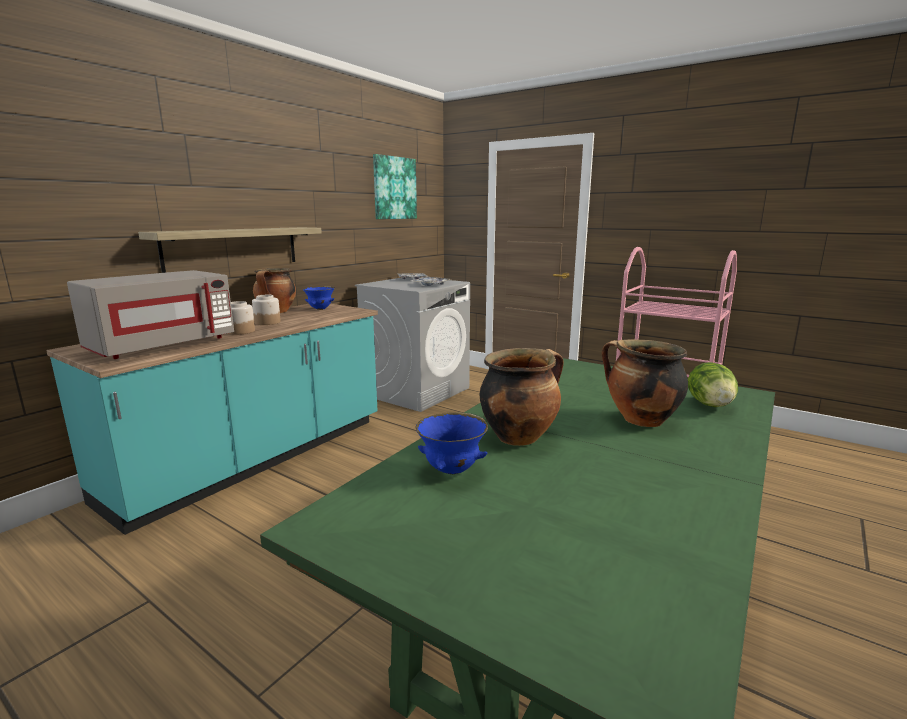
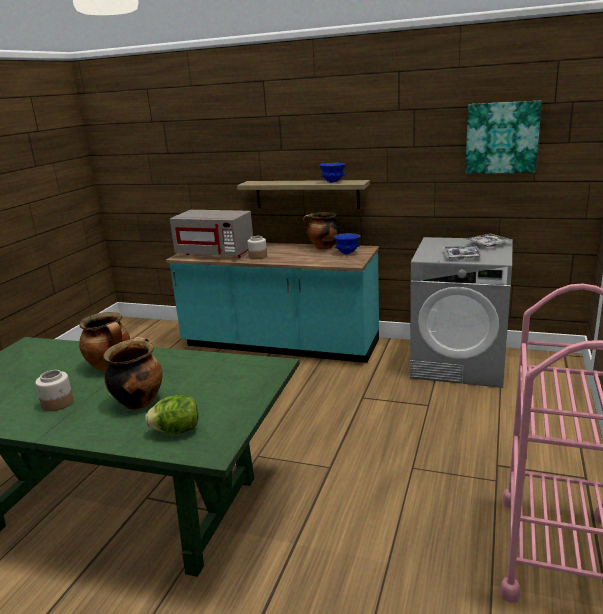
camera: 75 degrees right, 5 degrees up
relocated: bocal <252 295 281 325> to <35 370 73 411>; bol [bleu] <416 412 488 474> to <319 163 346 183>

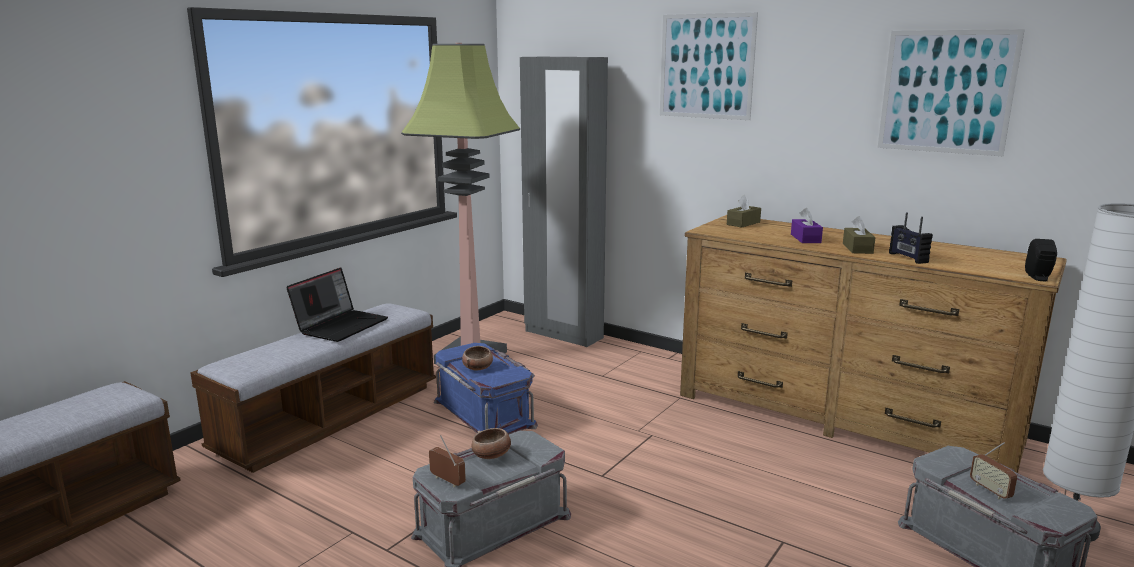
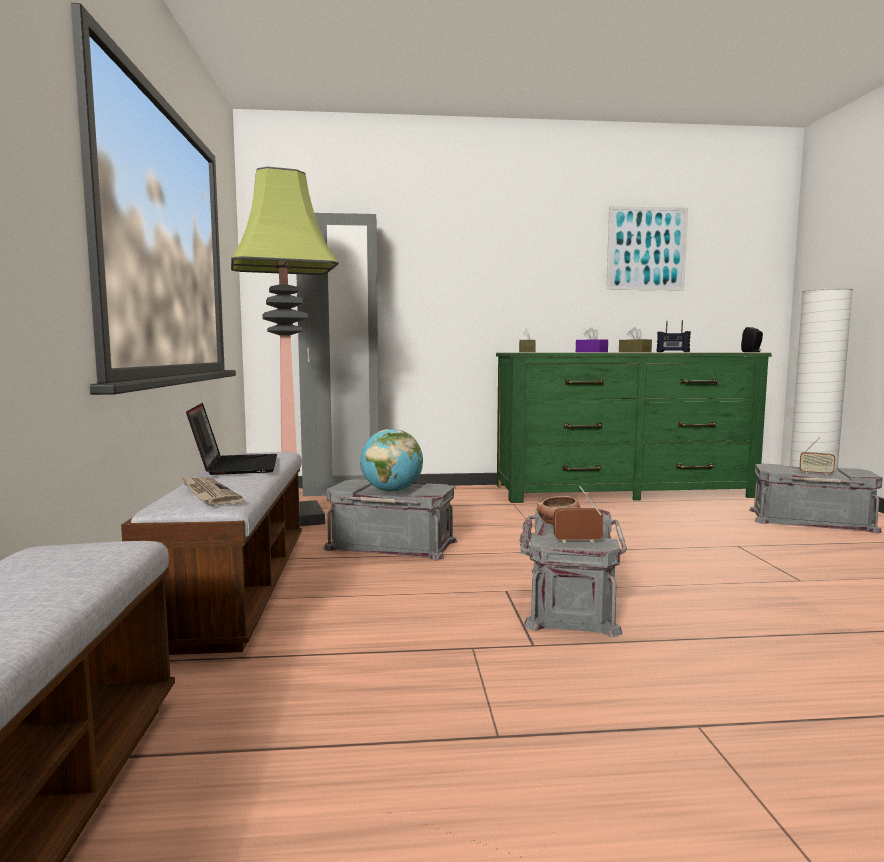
camera: 40 degrees left, 10 degrees down
missing: tableau <660 12 758 120>
appeared: journal <181 477 244 505>
exchanged: bol <462 346 493 371> to globe <360 429 423 492>
colour: commode [marron] <680 215 1067 473> to commode [vert] <496 353 772 503>; boîte de rangement [bleu] <434 343 538 435> to boîte de rangement [gris] <324 479 457 561>

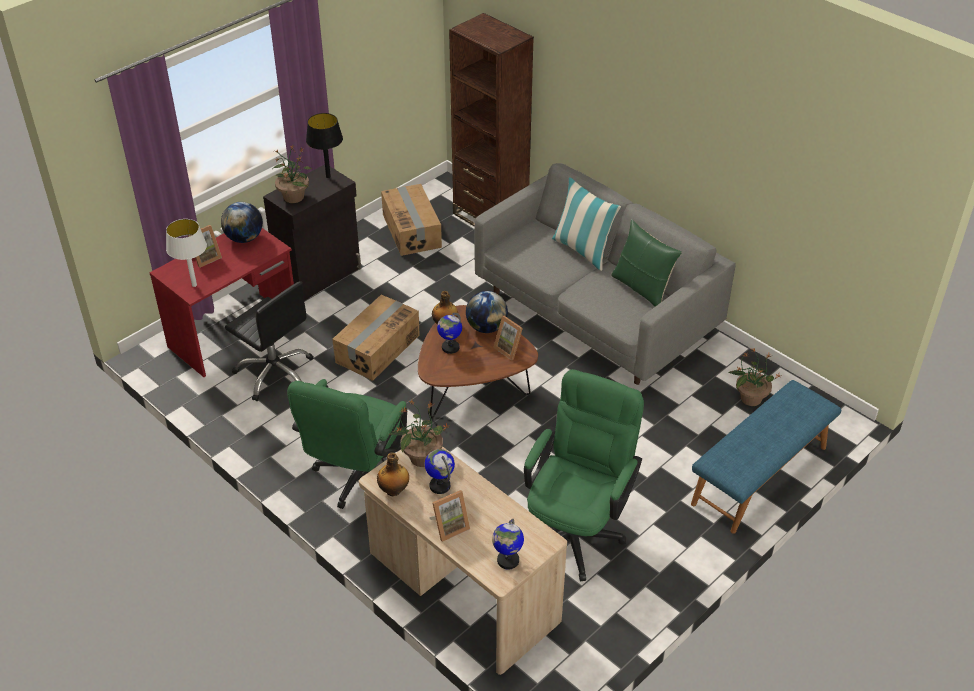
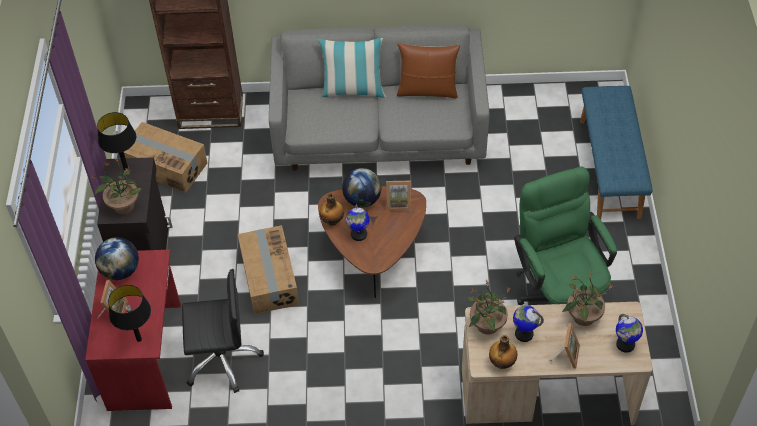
camera: 45 degrees left, 10 degrees up
missing: chaise de bureau [vert] <287 379 407 509>
relocated: plante en pot <728 347 782 406> to <562 271 612 326>
colour: lampe de table [blanc] <166 219 207 287> to lampe de table [noir] <108 285 151 342>; coussin [vert] <611 219 682 307> to coussin [marron] <397 43 460 98>

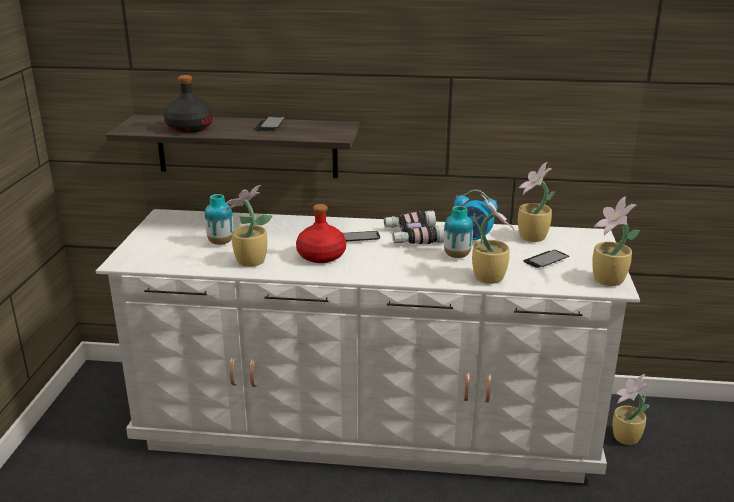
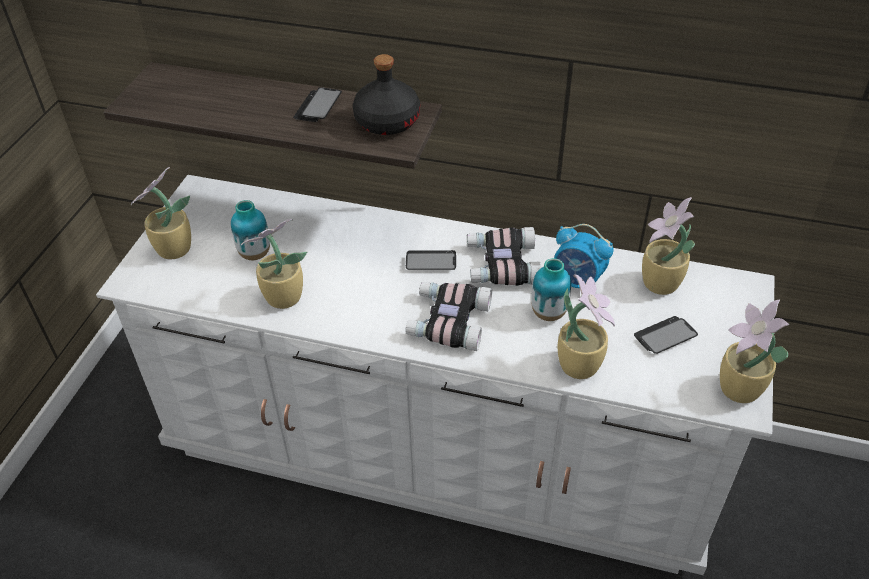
camera: 10 degrees right, 20 degrees up
missing: bouteille [rouge] <296 204 346 263>
appeared: jumelles <406 282 492 351>
relocated: bouteille [noir] <164 75 214 133> to <353 54 420 135>; plante en pot <613 374 649 445> to <131 167 191 259>

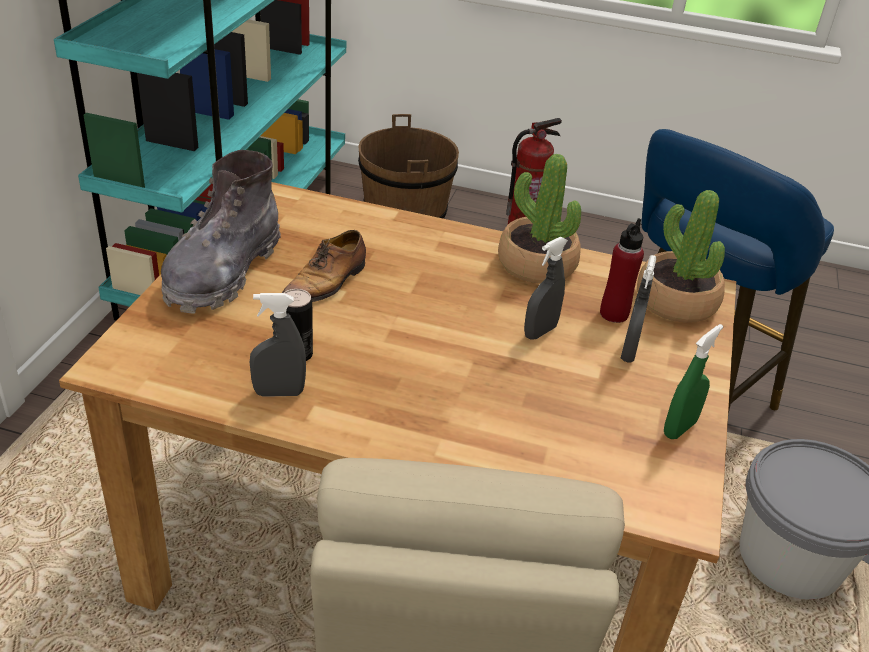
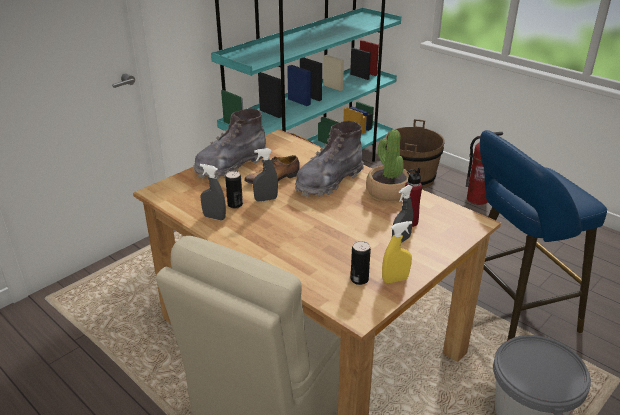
camera: 30 degrees right, 5 degrees down
missing: plante en pot <637 190 725 323>
appeared: botte [gris] <295 121 364 197>; boîte métallique <351 241 371 285>
relocated: vaporisateur [gris] <524 236 568 340> to <253 148 278 202>
colour: vaporisateur [vert] <664 324 723 439> to vaporisateur [jaune] <382 221 412 283>

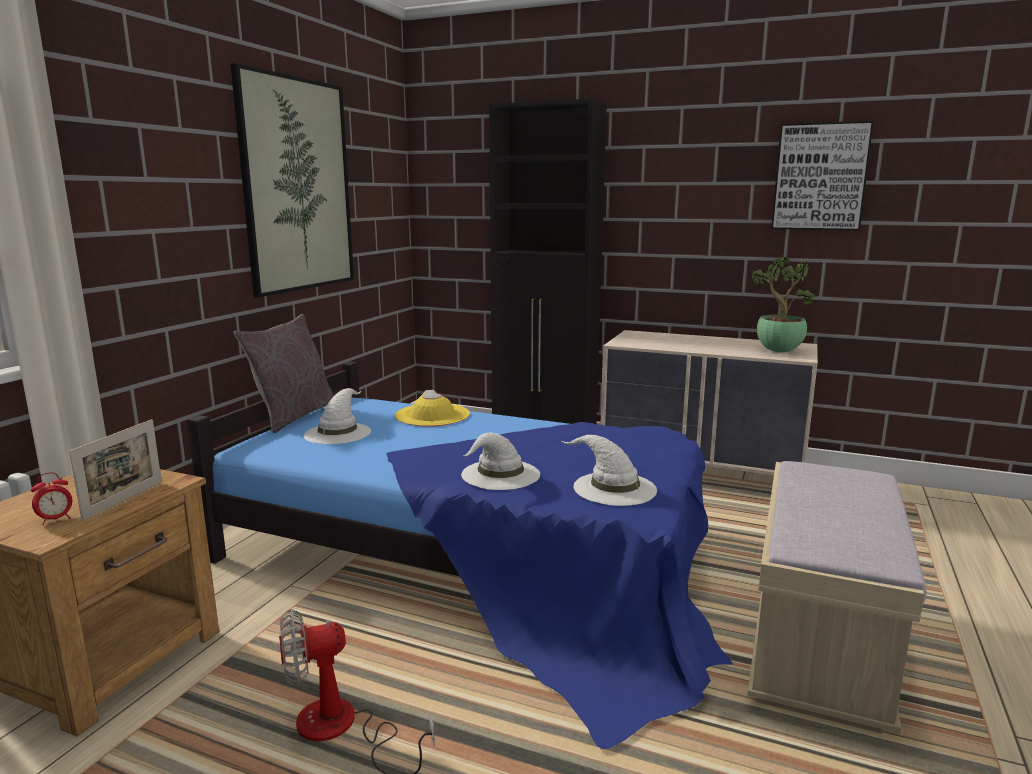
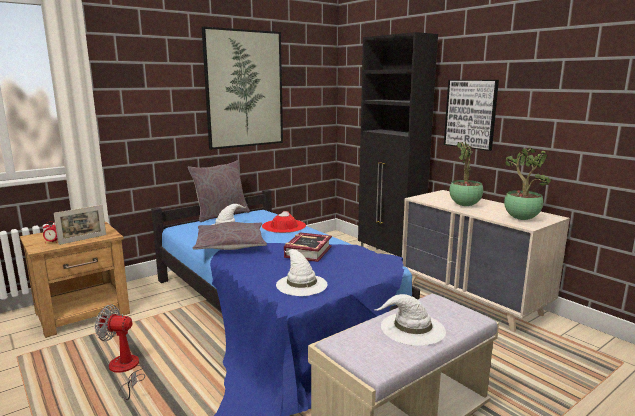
camera: 30 degrees right, 0 degrees up
appeared: plante en pot <450 142 483 206>; coussin [gris] <193 222 267 250>; livre <284 232 332 262>
relocated: tableau <771 121 874 230> to <444 80 499 151>; chapeau [blanc] <461 433 540 490> to <375 294 446 346>
colour: chapeau [jaune] <395 390 470 427> to chapeau [rouge] <262 211 306 233>

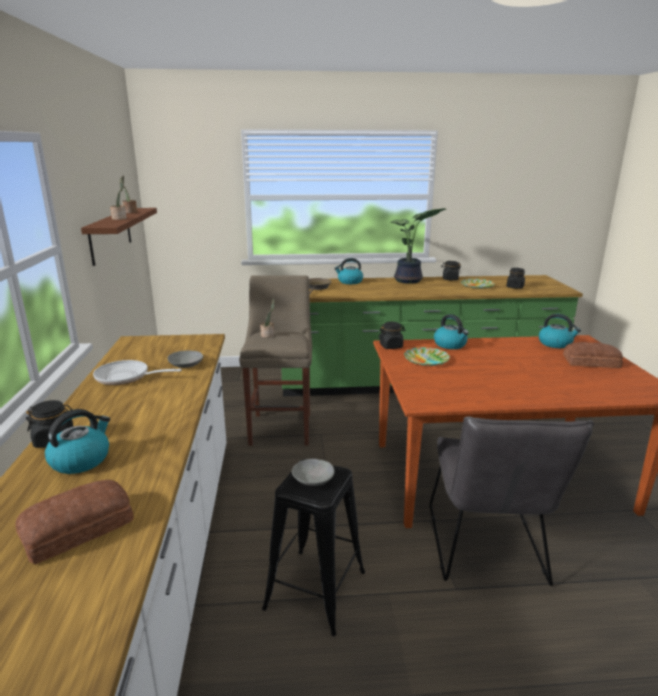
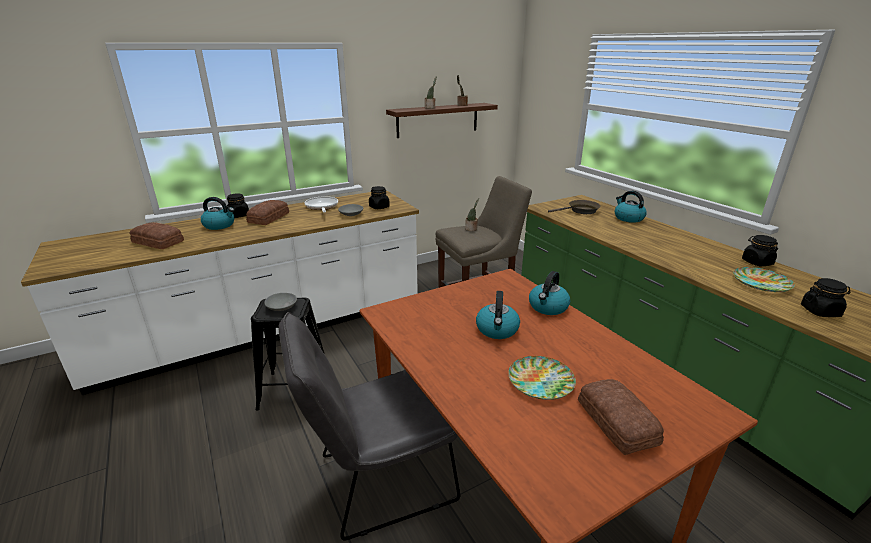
camera: 65 degrees right, 5 degrees up
missing: plante en pot <390 208 446 284>
appeared: pain <246 200 289 225>
relocated: bouilloire <539 314 581 348> to <476 291 520 339>; bocal [noir] <378 322 405 349> to <369 186 390 209>; assiette <404 347 450 366> to <508 356 576 400>

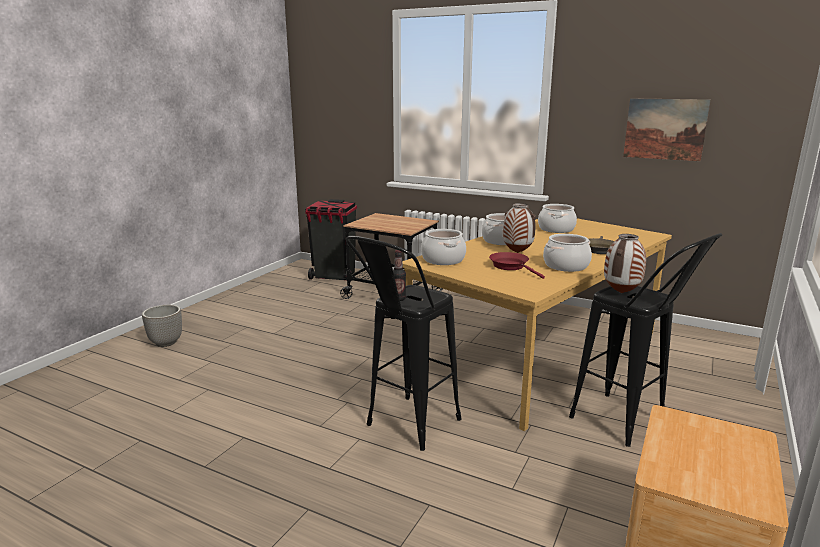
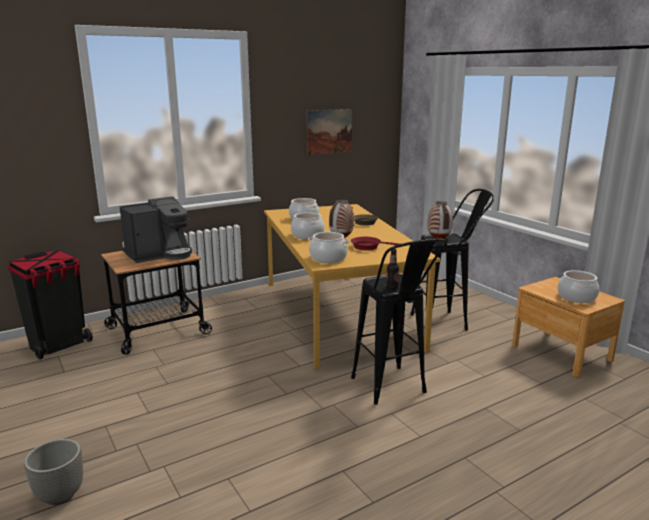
camera: 60 degrees left, 0 degrees up
appeared: machine à café <119 196 192 263>
relocated: marmite <543 234 592 272> to <558 270 599 303>

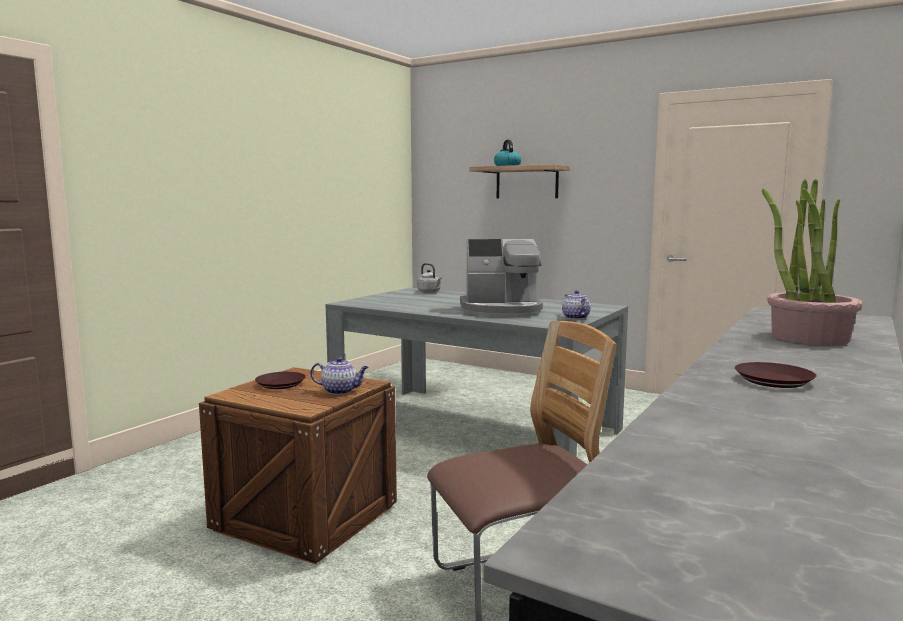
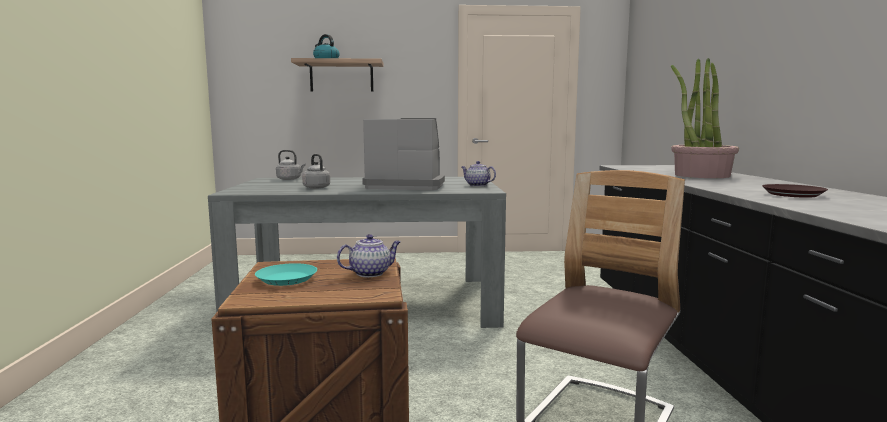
camera: 35 degrees left, 0 degrees up
appeared: bouilloire [gris] <302 154 330 189>
colour: assiette [marron] <255 372 306 389> to assiette [turquoise] <255 263 317 286>
spun: machine à café <460 239 543 317> = <362 118 445 190> 135 degrees counterclockwise

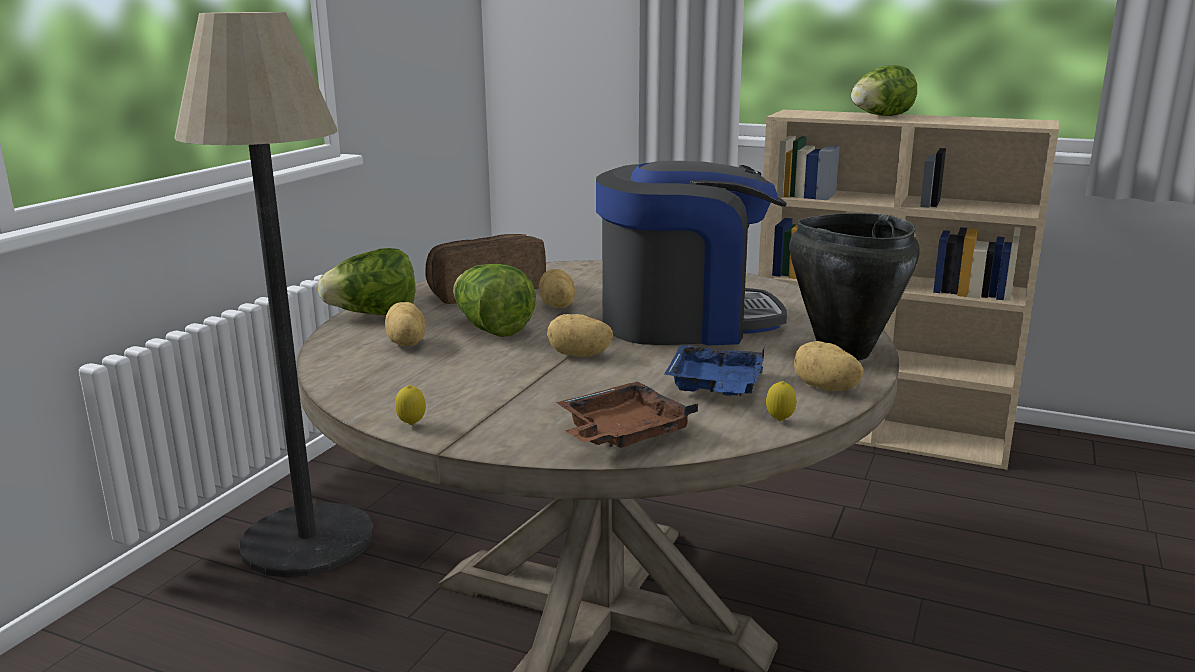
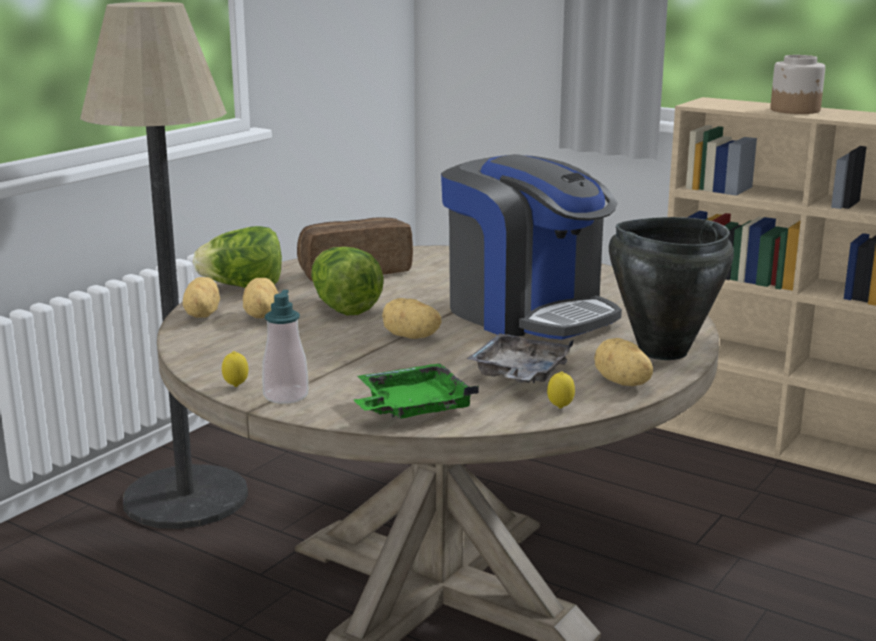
camera: 10 degrees right, 0 degrees up
appeared: distributeur de savon <262 290 308 404>
relocated: pomme de terre <539 269 575 308> to <183 277 220 317>
exchanged: laitue <851 65 917 116> to bocal <770 55 825 114>
colour: plateau [bleu] <664 345 765 396> to plateau [gris] <467 333 574 383>; plateau [marron] <556 381 699 448> to plateau [vert] <353 363 479 419>
spun: machine à café <596 161 787 346> = <441 154 622 340> 45 degrees clockwise

